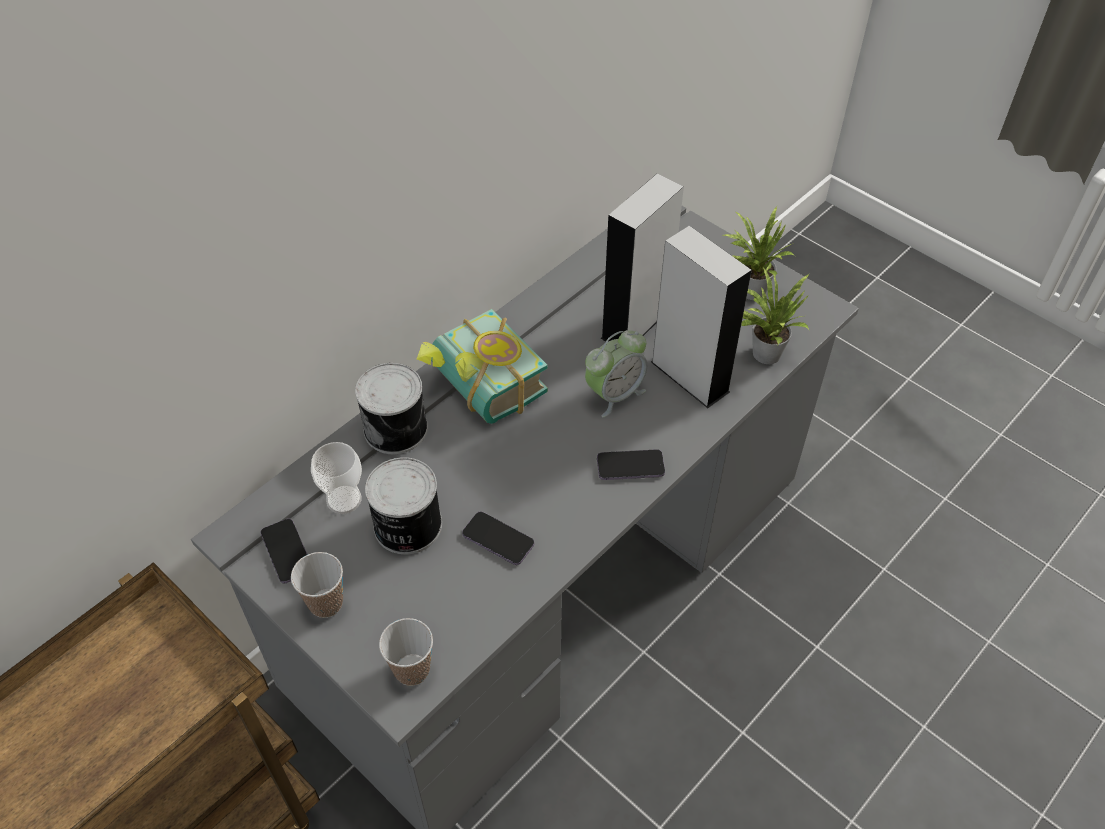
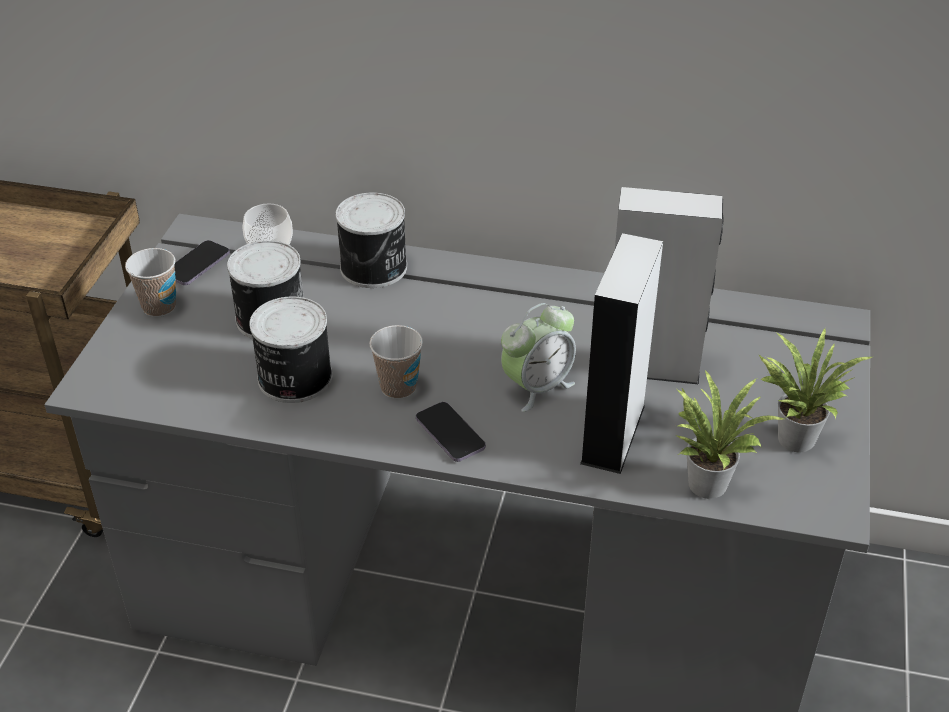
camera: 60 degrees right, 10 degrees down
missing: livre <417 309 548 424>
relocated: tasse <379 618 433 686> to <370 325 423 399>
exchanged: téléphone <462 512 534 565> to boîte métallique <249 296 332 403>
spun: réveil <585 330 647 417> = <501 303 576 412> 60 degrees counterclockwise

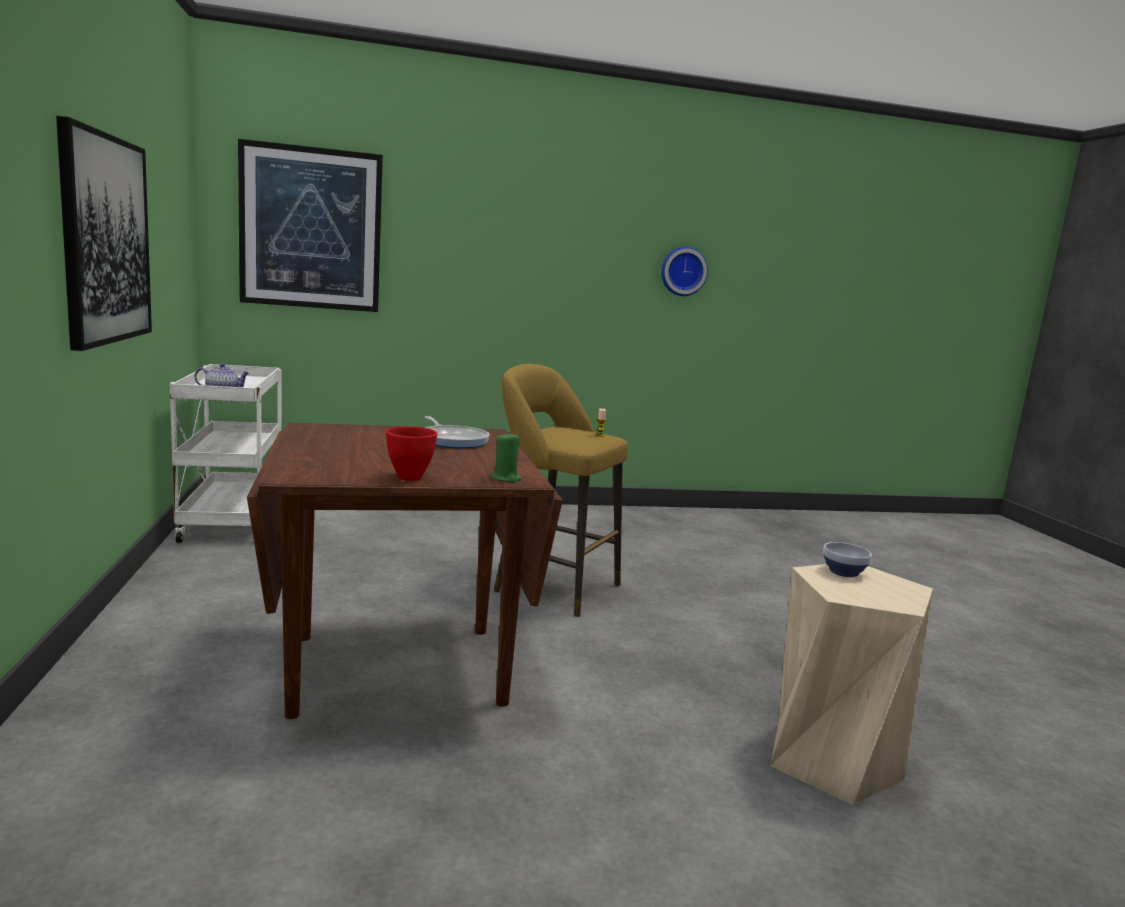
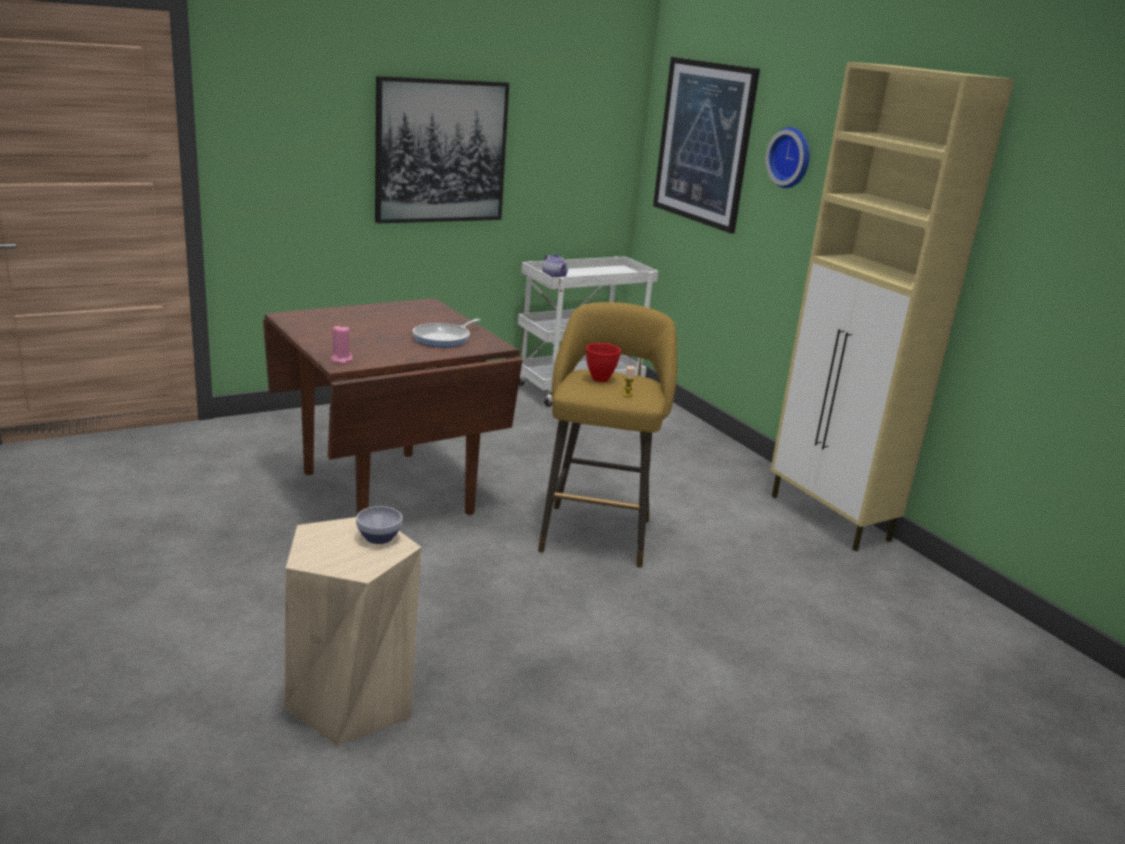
camera: 70 degrees right, 10 degrees up
appeared: meuble de rangement [beige] <770 62 1014 551>
relocated: horloge murale <661 246 708 296> to <765 127 810 188>; bol [rouge] <386 426 437 481> to <586 343 621 382>
colour: bougie [vert] <491 432 522 482> to bougie [rose] <331 325 353 364>

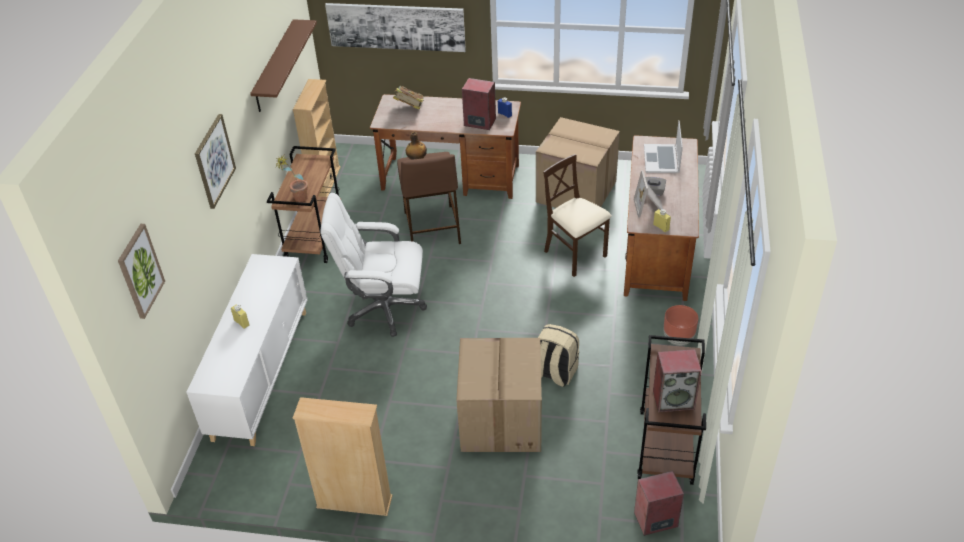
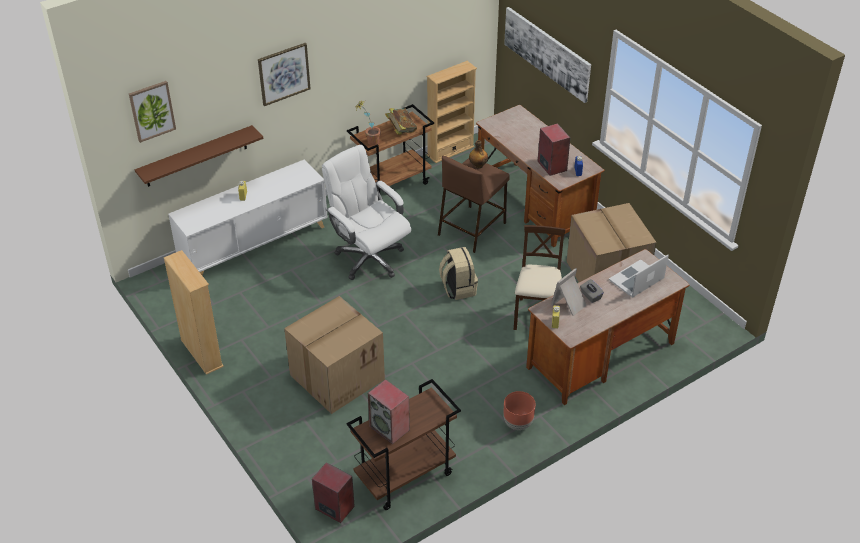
camera: 45 degrees right, 0 degrees up
relocated: étagère [marron] <250 19 317 112> to <135 125 263 187>; livre <393 86 424 110> to <385 108 417 135>; sac à dos [beige] <538 324 579 387> to <439 247 478 300>

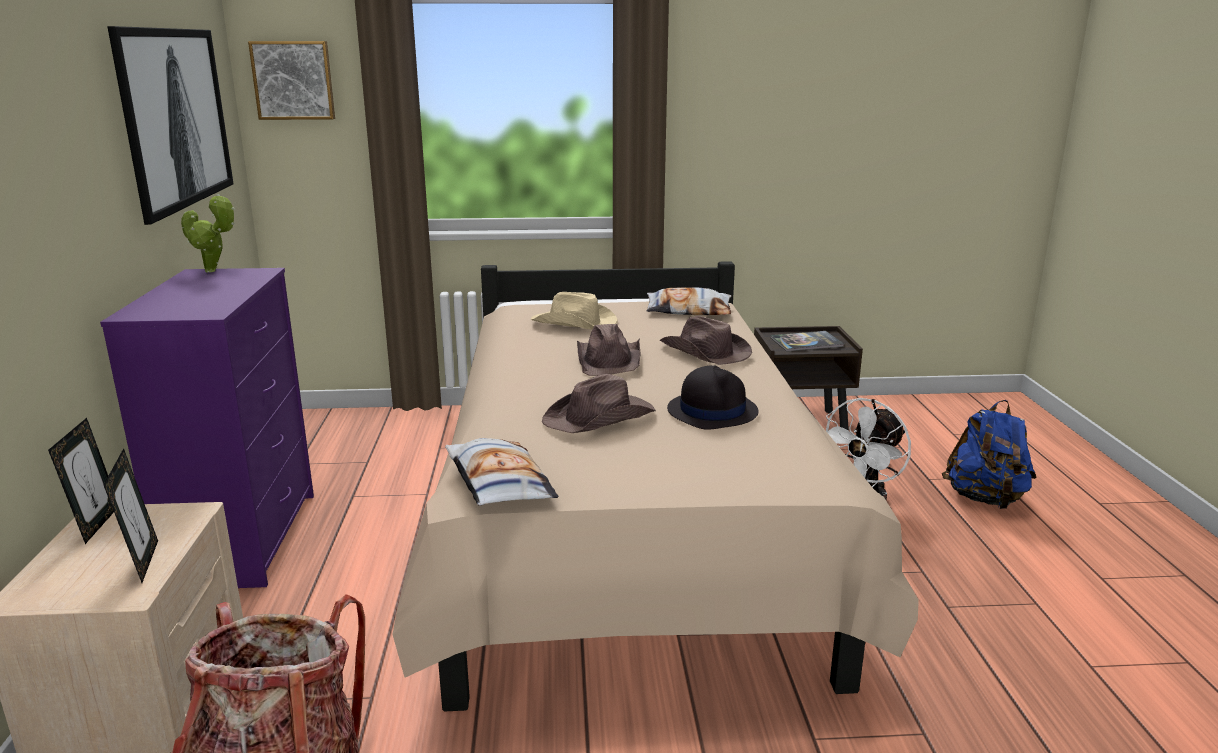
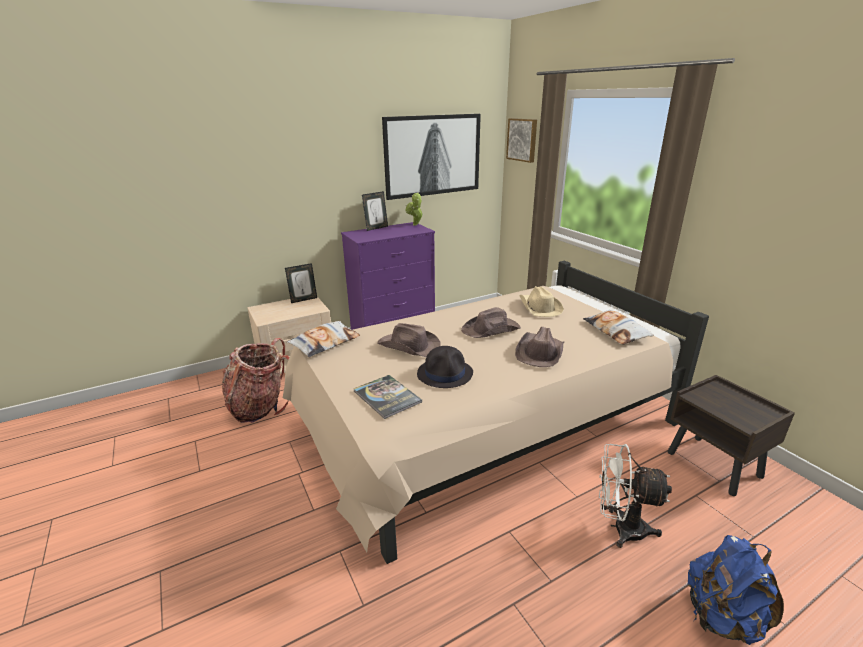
camera: 65 degrees right, 5 degrees up
relocated: livre <770 331 844 352> to <354 375 422 419>; cadre photo <104 448 158 583> to <362 191 388 231>

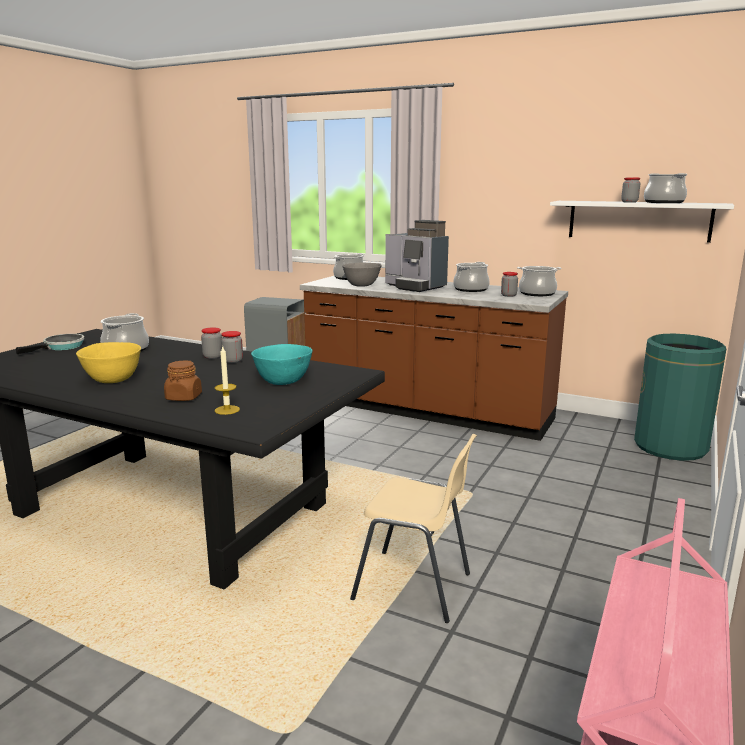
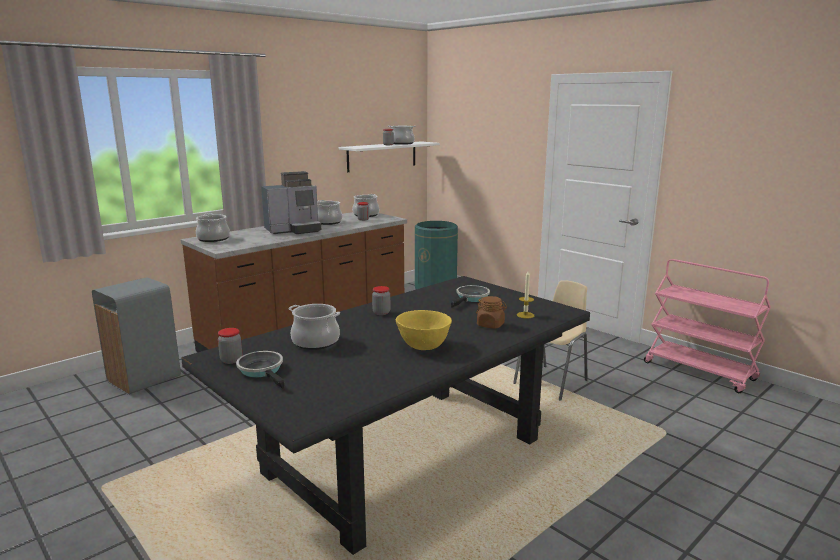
camera: 70 degrees left, 0 degrees up
missing: bol [gris] <342 262 382 287>
relocated: bocal <221 331 243 363> to <218 328 242 364>
exchanged: bol [turquoise] <251 344 312 385> to poêle <451 285 490 308>

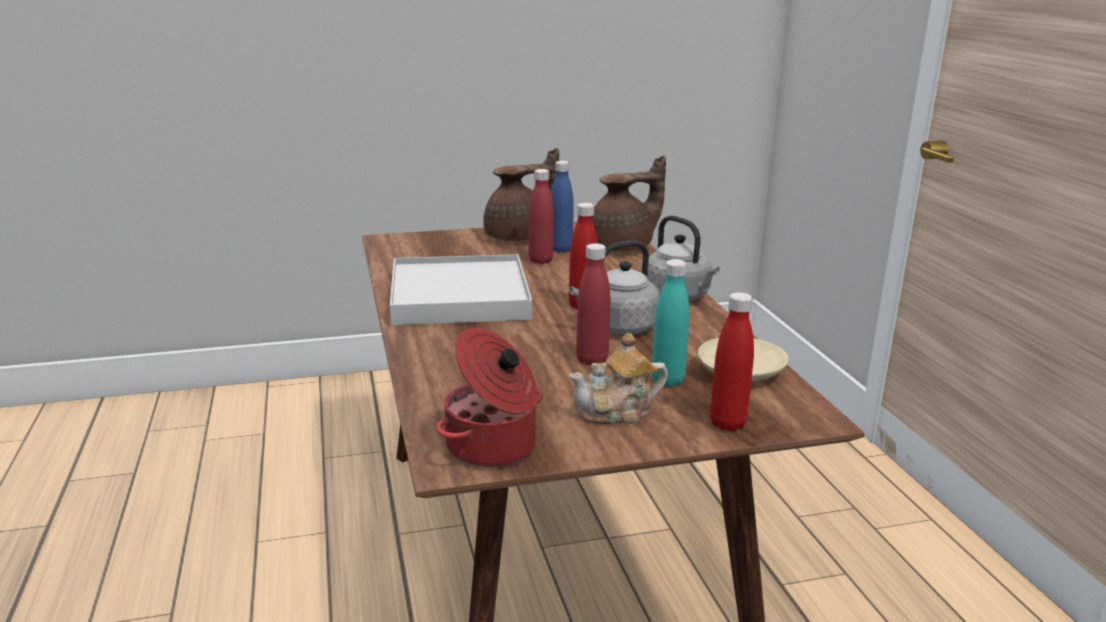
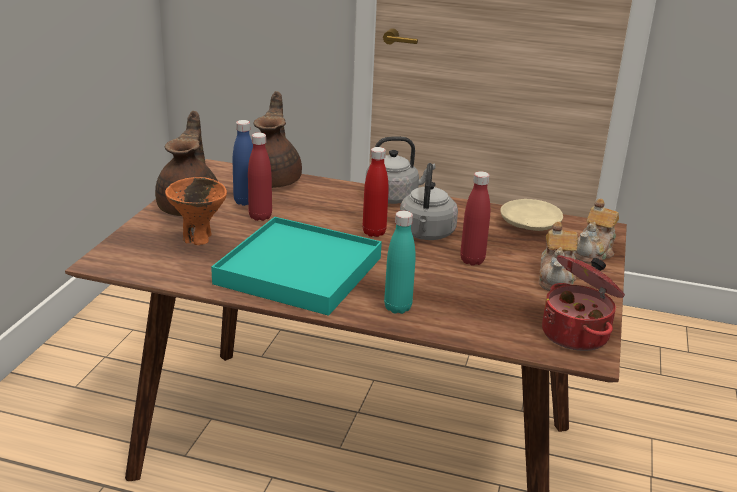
camera: 60 degrees left, 5 degrees up
appeared: bol [orange] <165 177 227 245>
relocated: bouteille [turquoise] <652 259 689 387> to <384 211 416 314>
exchanged: bouteille [rouge] <710 292 754 431> to théière <574 199 619 263>
colour: plateau [blanc] <390 254 532 325> to plateau [turquoise] <211 217 382 316>

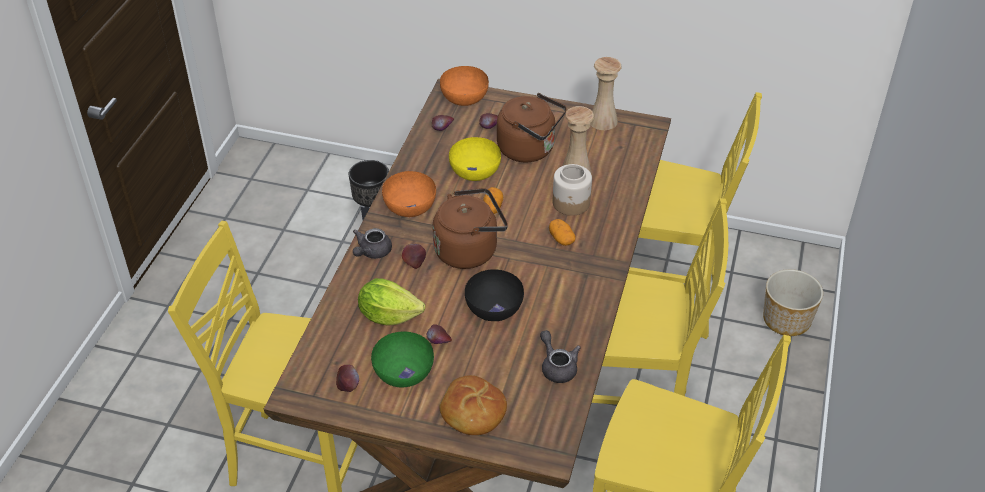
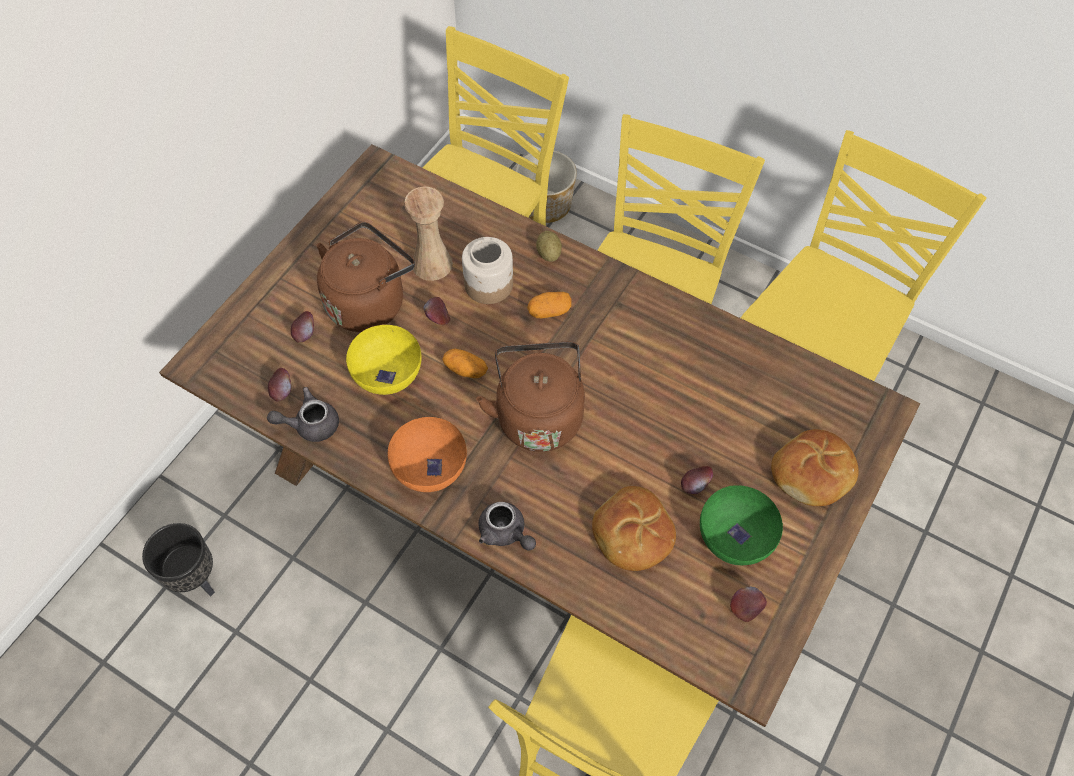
camera: 75 degrees left, 15 degrees up
missing: vase [beige] <590 57 622 130>; bol [orange] <440 66 489 106>; bol [noir] <465 269 524 321>
appeared: pomme de terre <536 231 562 262>
relocated: pomme <402 244 426 269> to <423 297 450 325>; théière [gris] <540 330 581 383> to <267 387 339 442>
exchanged: laitue <358 278 425 326> to pain <592 486 676 571>

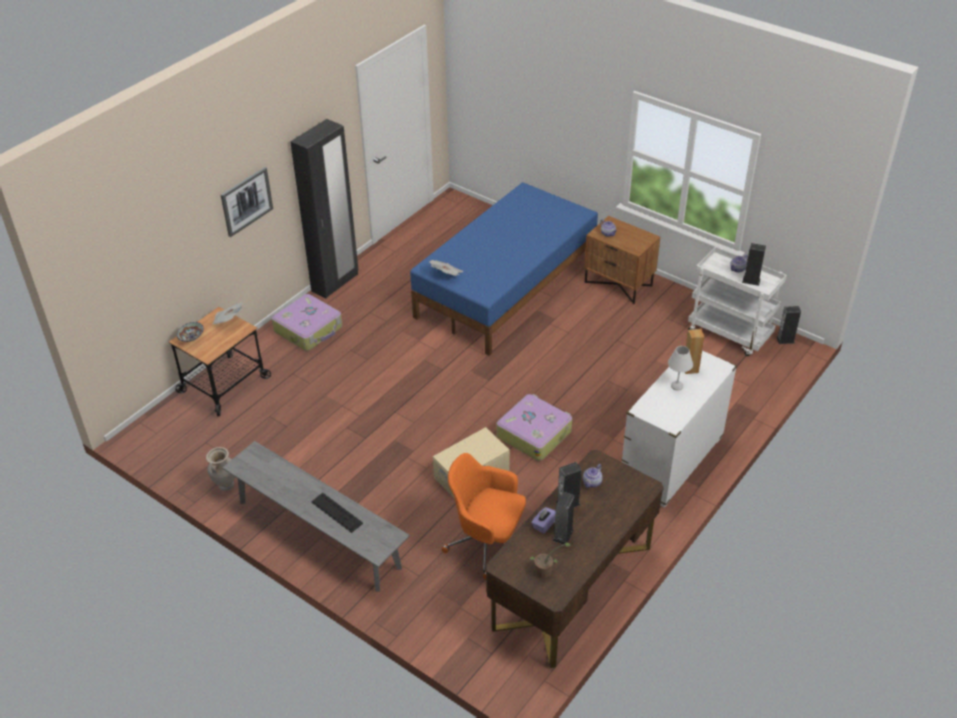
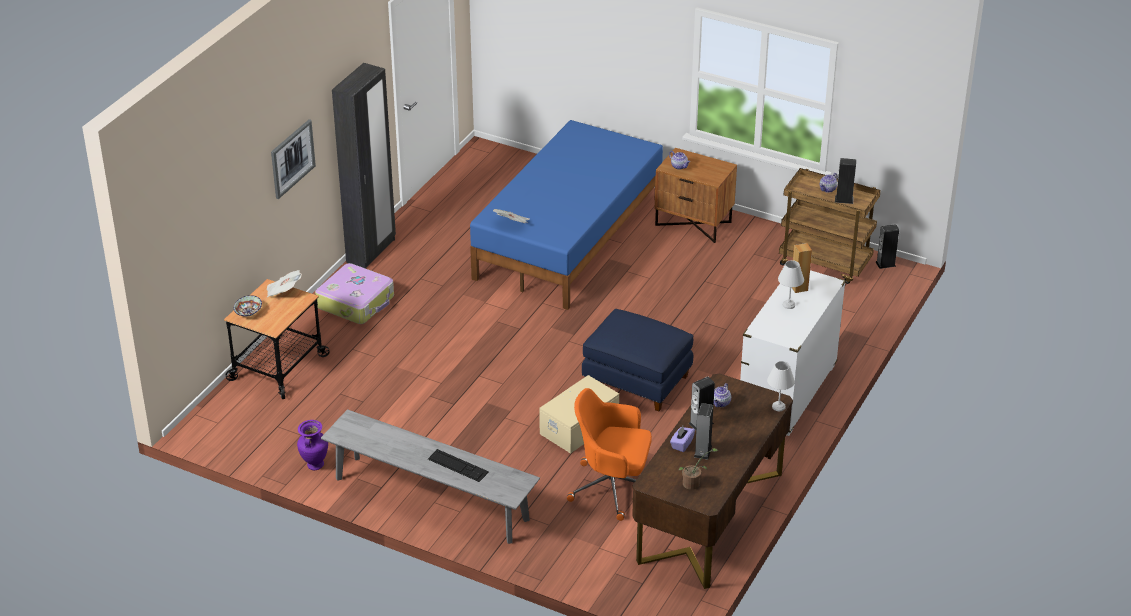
camera: 10 degrees left, 5 degrees down
appeared: lampe de table [blanc] <767 361 795 411>
exchanged: valise <497 394 572 461> to pouf [bleu] <582 309 693 411>
colour: chariot [blanc] <688 247 787 356> to chariot [marron] <779 168 881 284>; vase [beige] <206 447 235 491> to vase [violet] <297 420 328 470>

